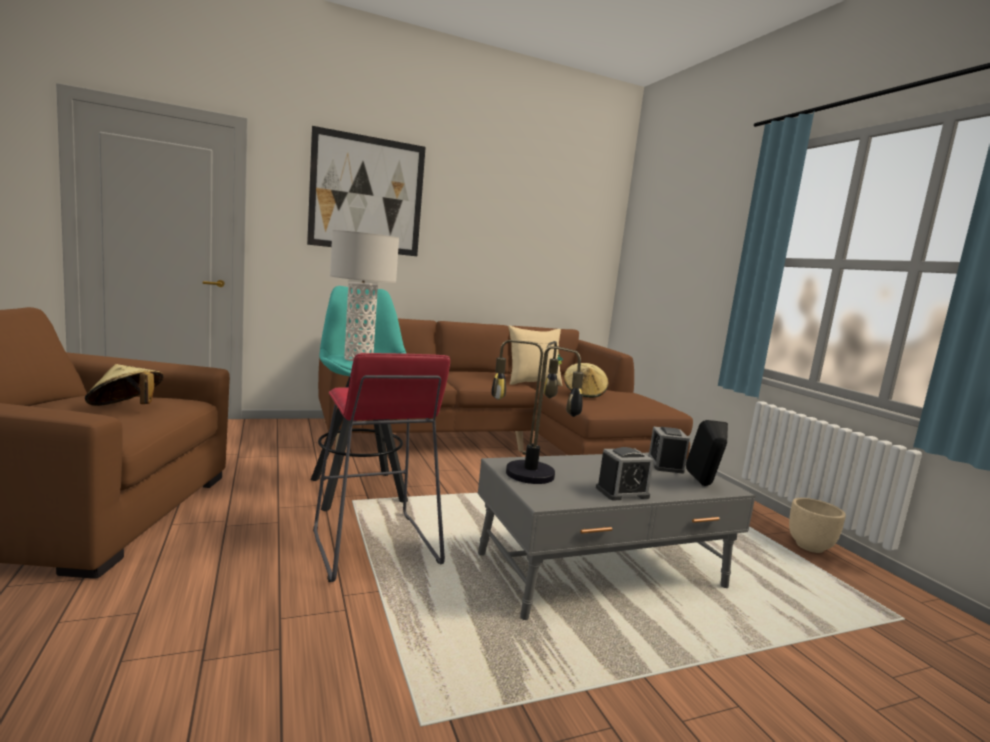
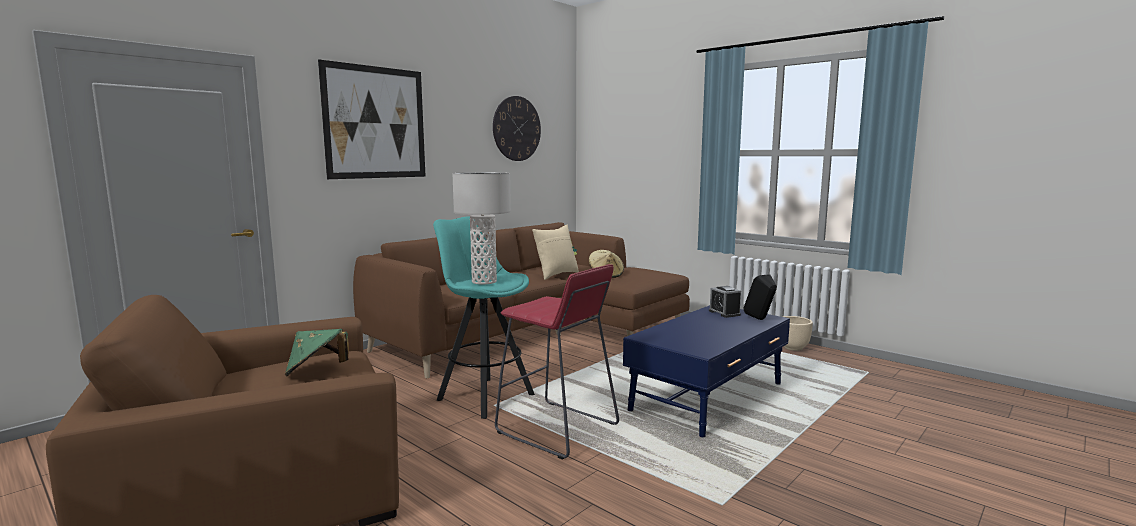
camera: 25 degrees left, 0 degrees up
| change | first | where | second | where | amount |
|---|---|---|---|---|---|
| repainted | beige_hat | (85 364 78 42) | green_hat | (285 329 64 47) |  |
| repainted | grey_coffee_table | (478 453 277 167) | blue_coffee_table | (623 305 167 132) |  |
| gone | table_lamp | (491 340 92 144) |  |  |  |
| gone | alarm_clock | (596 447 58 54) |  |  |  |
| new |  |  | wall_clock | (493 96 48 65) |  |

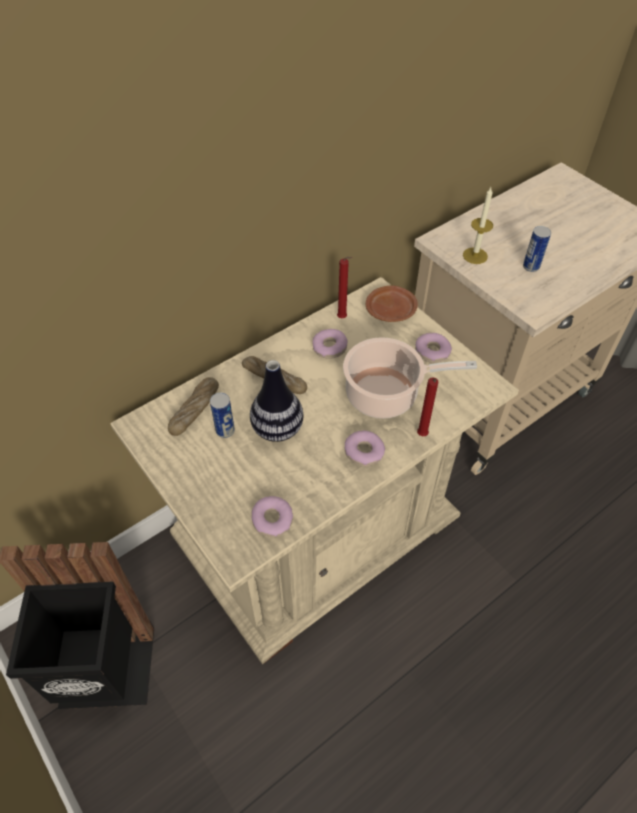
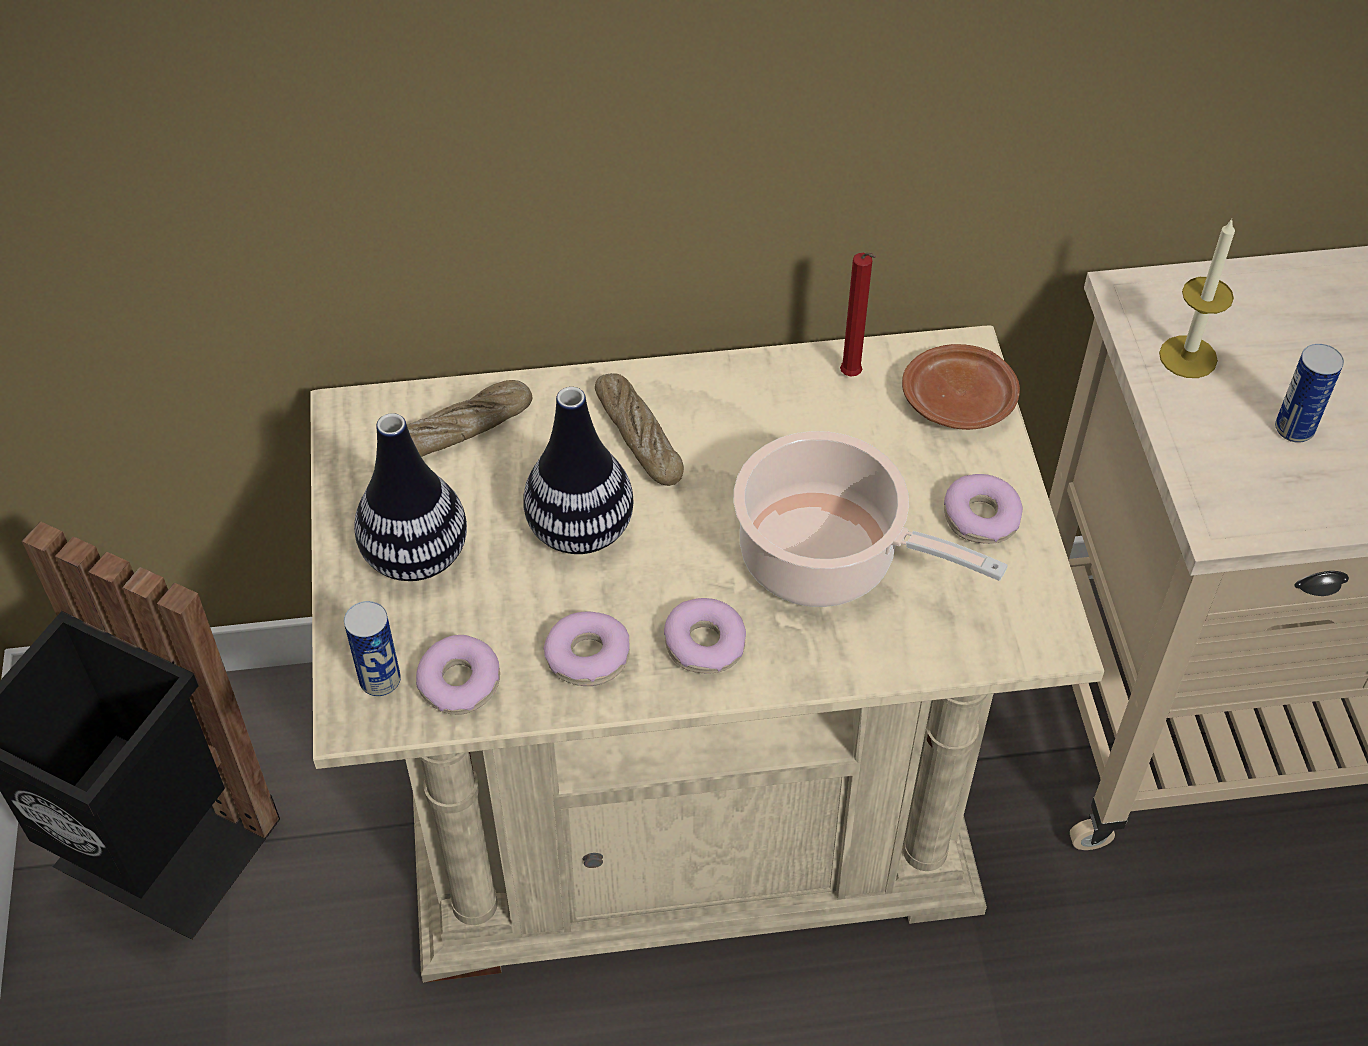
camera: 30 degrees right, 0 degrees up
| change | first | where | second | where | amount |
|---|---|---|---|---|---|
| shifted | can | (210 393 25 45) |  | (344 601 57 95) |  |
| shifted | donut | (313 329 35 30) |  | (543 612 87 74) |  |
| gone | red_candle | (417 378 21 58) |  |  |  |
| new |  |  | vase | (354 413 113 168) |  |

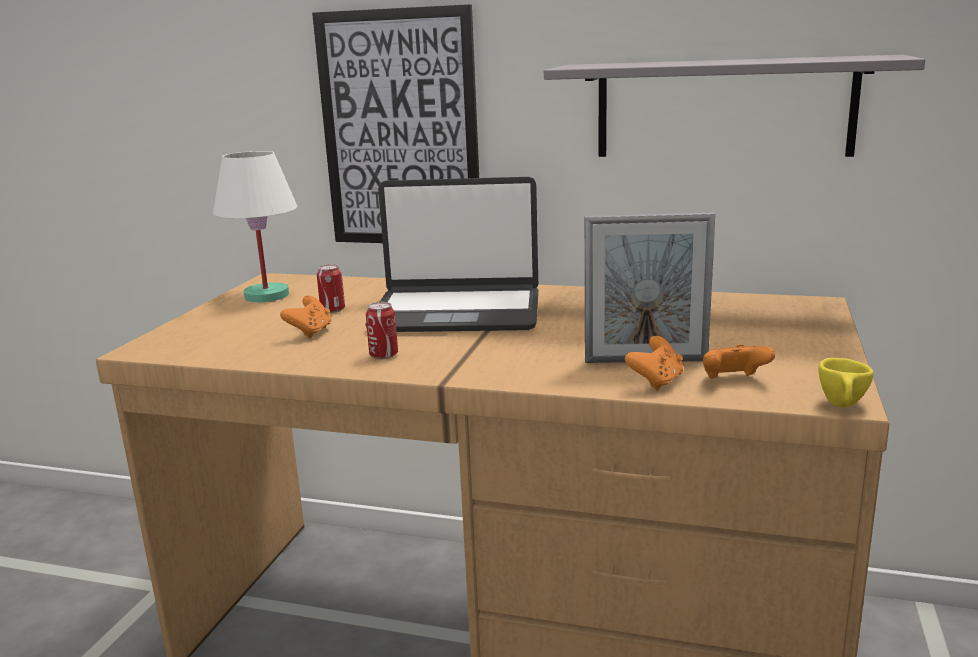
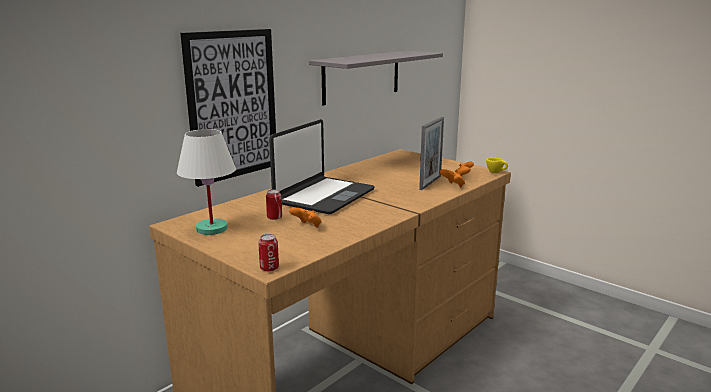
camera: 65 degrees left, 0 degrees up
| change | first | where | second | where | amount |
|---|---|---|---|---|---|
| shifted | can | (366 302 32 57) |  | (258 234 21 38) |  |

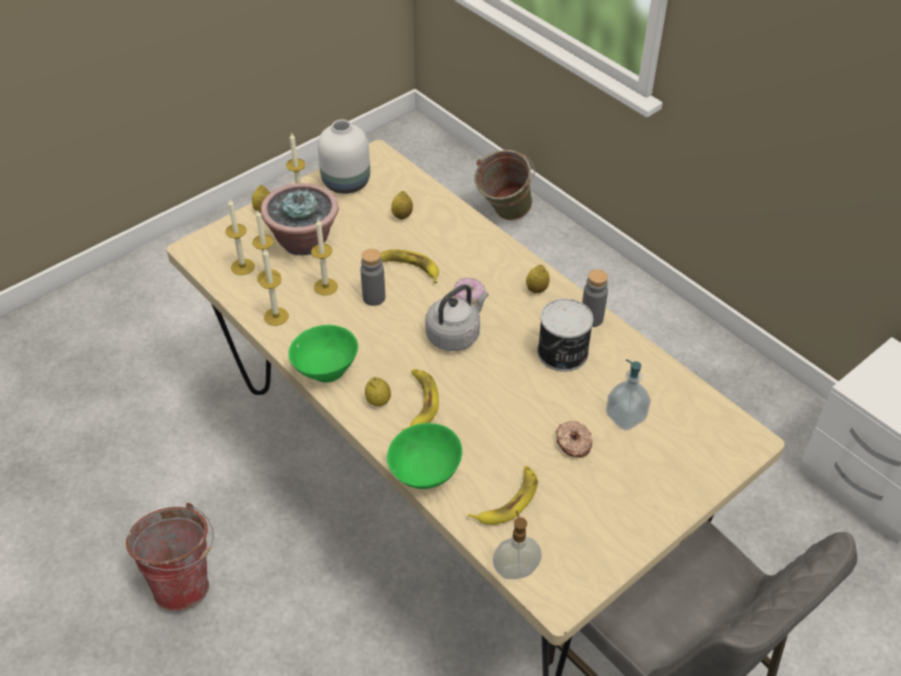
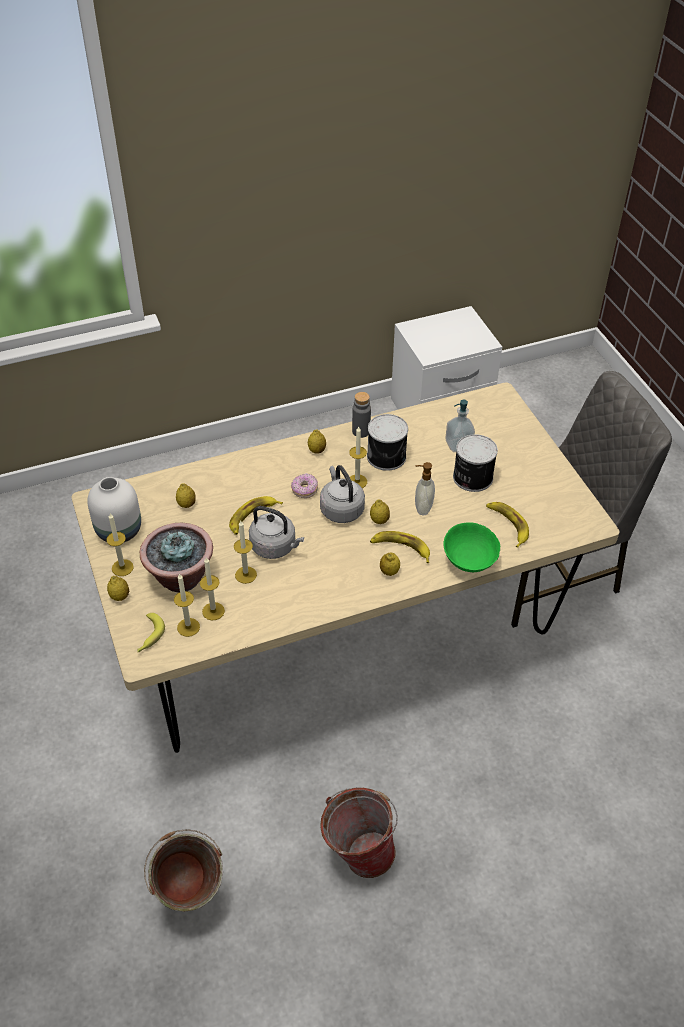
camera: 70 degrees left, 0 degrees up
| change | first | where | second | where | amount |
|---|---|---|---|---|---|
| shifted | candle | (259 249 30 77) |  | (349 427 18 61) |  |
| gone | green_bowl | (288 325 70 57) |  |  |  |
| swapped | grey_bottle | (360 249 25 57) | grey_kettle | (249 506 55 53) |  |
| shifted | green_bucket | (474 150 61 70) |  | (144 829 79 83) |  |
| shifted | soap_dispenser | (493 510 49 69) |  | (415 462 20 53) |  |
| swapped | donut | (556 421 36 37) | can | (453 434 45 58) |  |
| new |  |  | banana | (137 613 28 39) |  |
| new |  |  | lemon | (370 500 20 24) |  |

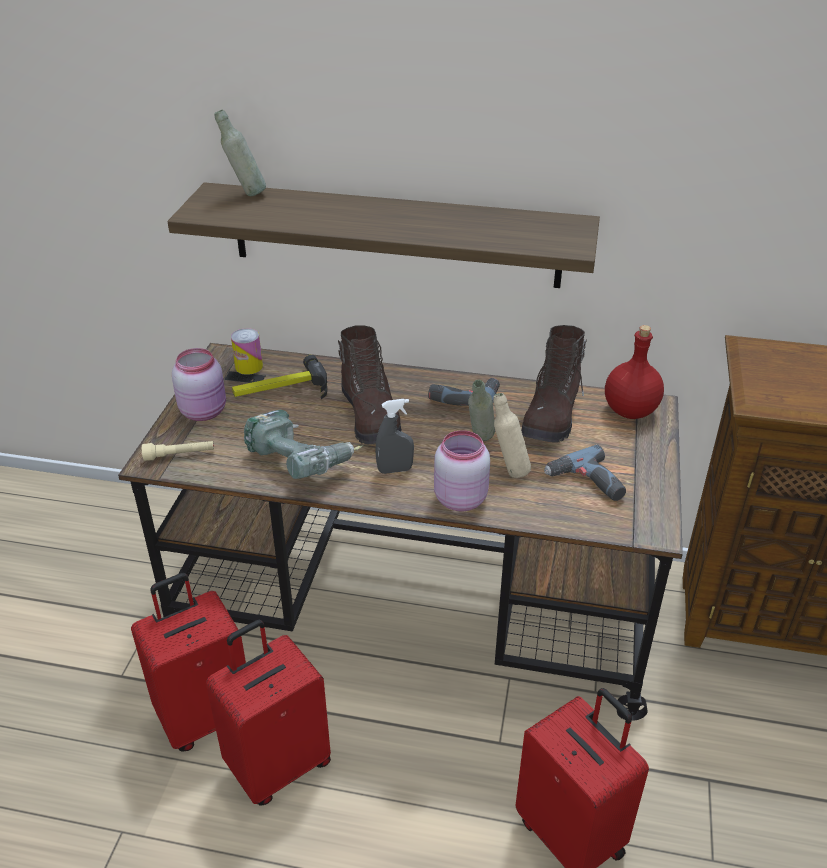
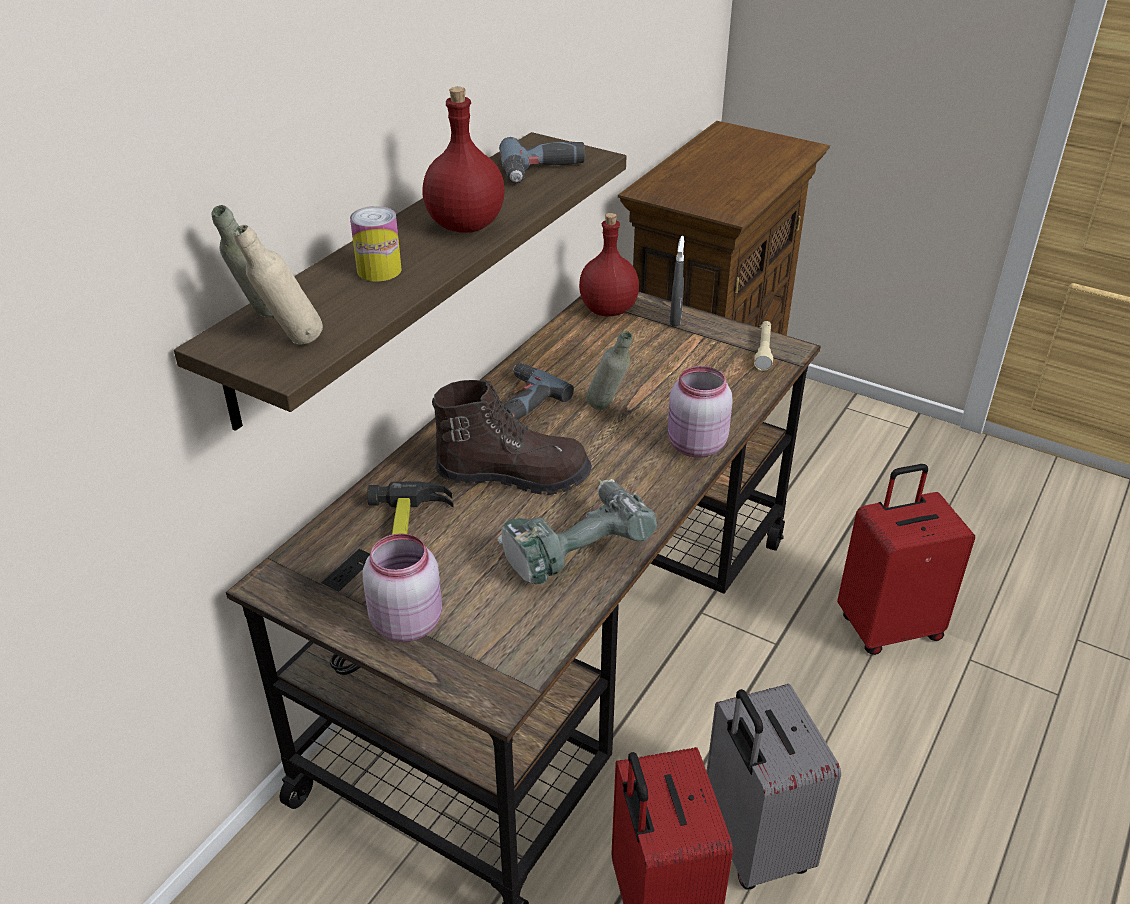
camera: 70 degrees left, 0 degrees up
| change | first | where | second | where | amount |
|---|---|---|---|---|---|
| shifted | beige_flashlight | (142 441 72 20) |  | (754 321 19 50) |  |
| repainted | red_suitcase | (206 620 125 186) | grey_suitcase | (707 684 134 206) |  |
| shifted | can | (231 328 32 47) |  | (350 206 52 76) |  |
| shifted | grey_spray_bottle | (375 399 39 75) |  | (670 236 14 90) |  |
| shifted | beige_bottle | (493 393 38 85) |  | (233 225 90 120) |  |
| gone | brown_boot | (521 325 66 118) |  |  |  |
| shifted | power_drill | (544 445 82 56) |  | (499 137 86 46) |  |
| new |  |  | red_bottle | (423 87 82 146) |  |

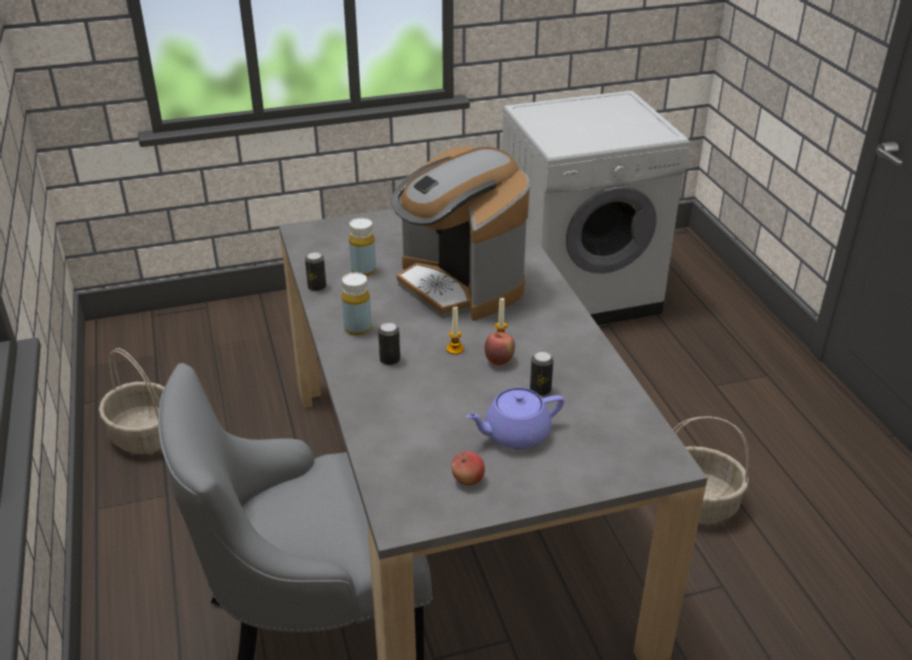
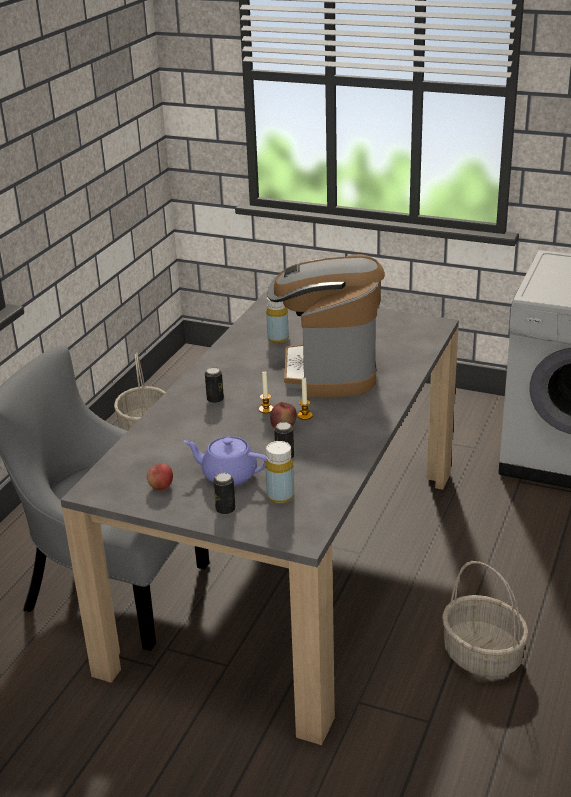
camera: 40 degrees right, 5 degrees down
| change | first | where | second | where | amount |
|---|---|---|---|---|---|
| shifted | can | (305 252 21 39) |  | (213 473 23 42) |  |
| shifted | yellow_bottle | (342 273 30 63) |  | (265 441 29 63) |  |

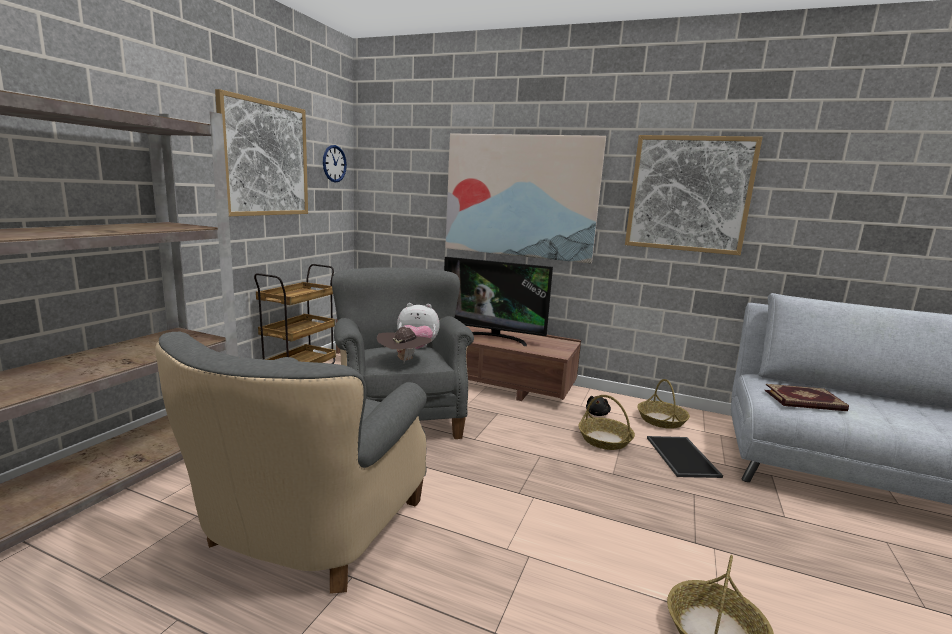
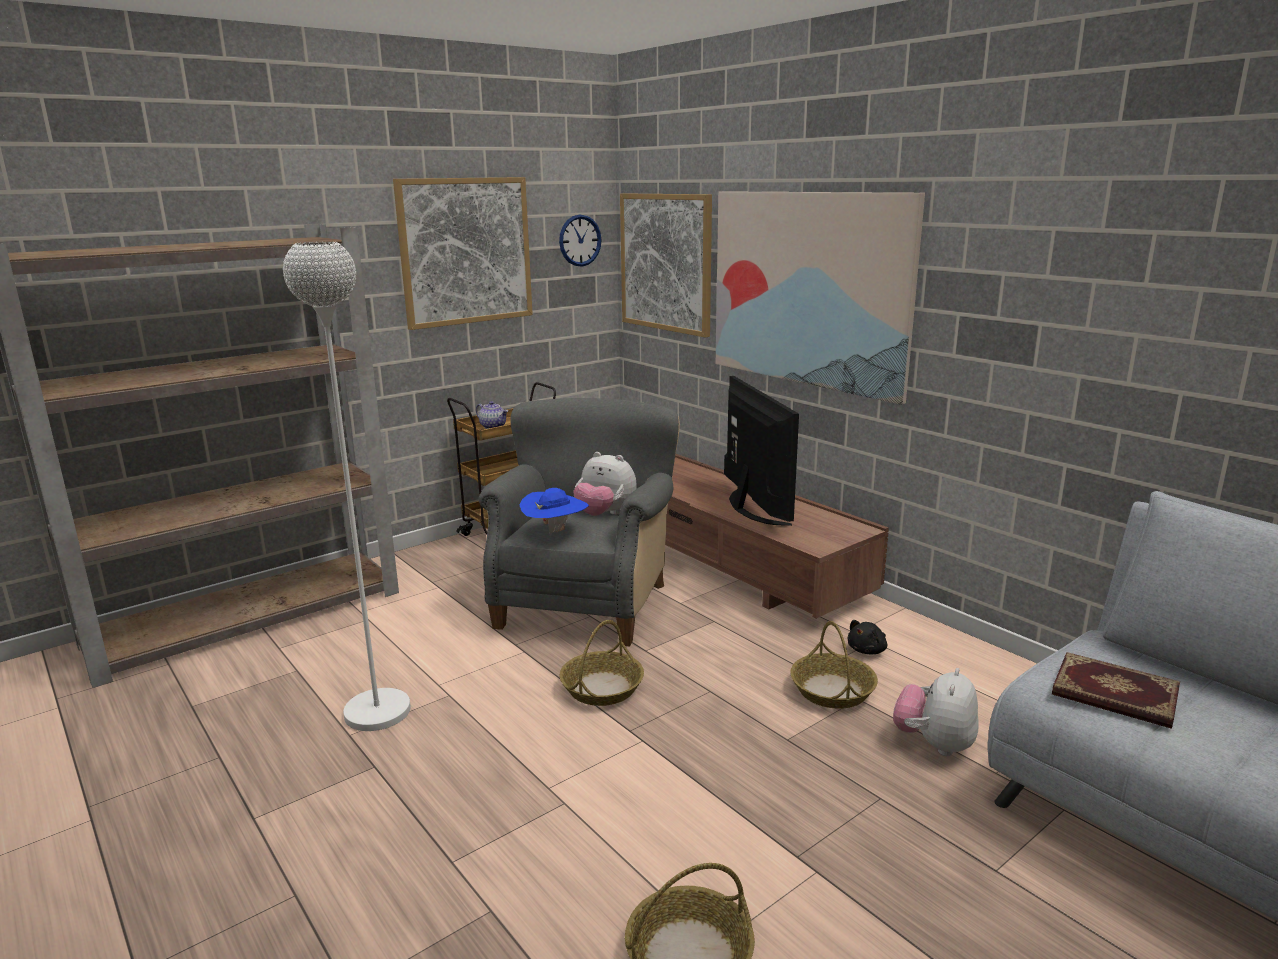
camera: 30 degrees right, 5 degrees up
| change | first | where | second | where | amount |
|---|---|---|---|---|---|
| swapped | grey_armchair | (155 332 272 262) | white_floor_lamp | (283 241 128 490) |  |
| repainted | brown_hat | (377 327 55 36) | blue_hat | (519 488 70 47) |  |
| rotated | television | (444 257 109 89) |  | (724 376 75 150) | 150 degrees counterclockwise |
| shifted | picture | (625 135 138 120) |  | (620 194 92 143) |  |
| shifted | basket | (637 379 53 50) |  | (560 620 84 86) |  |
| swapped | tray | (647 436 76 42) | plush_toy | (893 668 86 88) |  |
| new |  |  | teapot | (476 401 32 28) |  |

